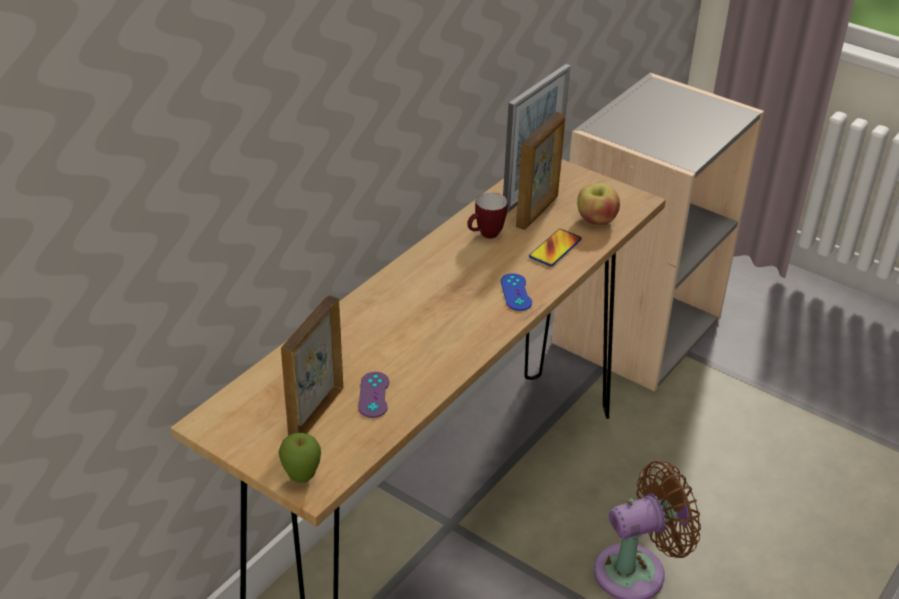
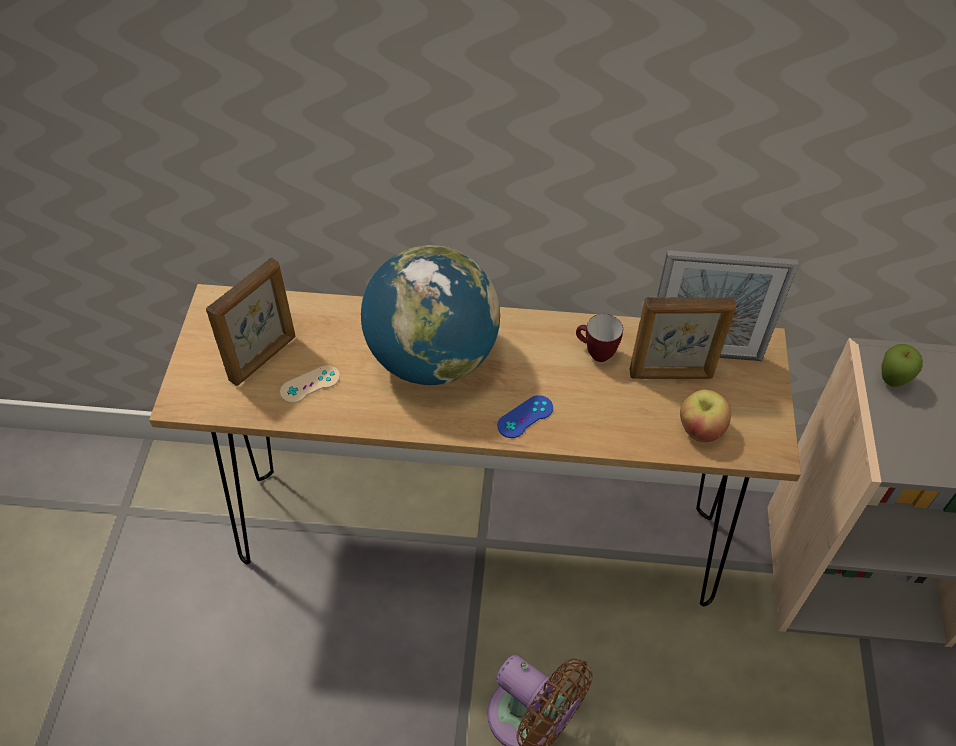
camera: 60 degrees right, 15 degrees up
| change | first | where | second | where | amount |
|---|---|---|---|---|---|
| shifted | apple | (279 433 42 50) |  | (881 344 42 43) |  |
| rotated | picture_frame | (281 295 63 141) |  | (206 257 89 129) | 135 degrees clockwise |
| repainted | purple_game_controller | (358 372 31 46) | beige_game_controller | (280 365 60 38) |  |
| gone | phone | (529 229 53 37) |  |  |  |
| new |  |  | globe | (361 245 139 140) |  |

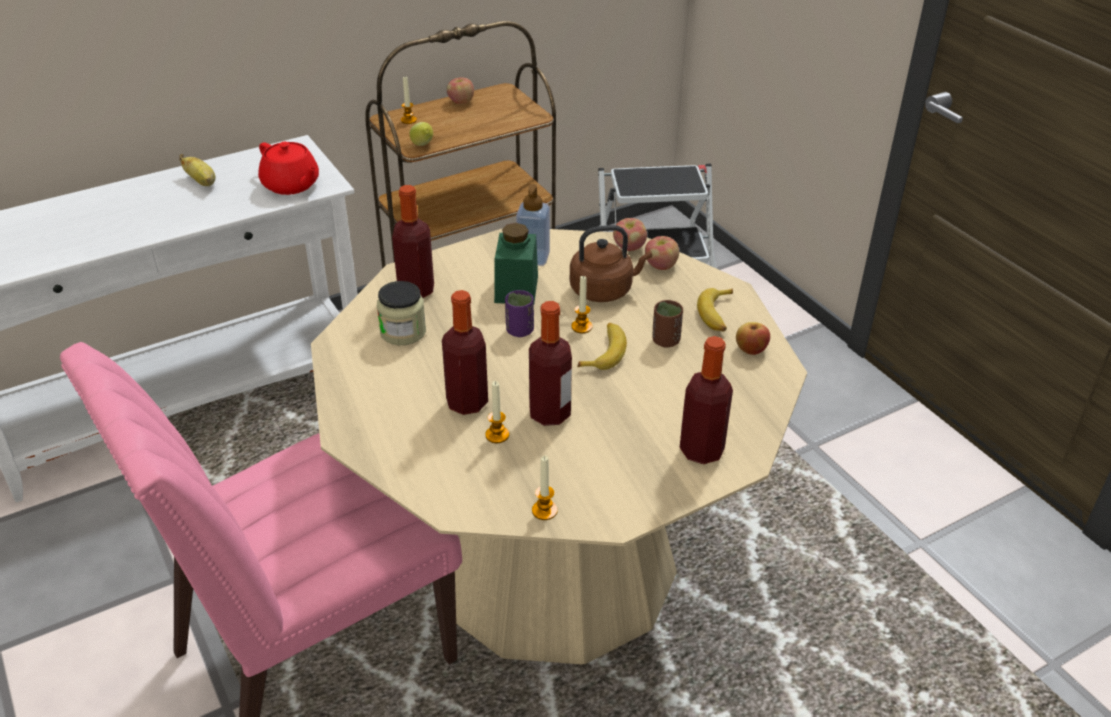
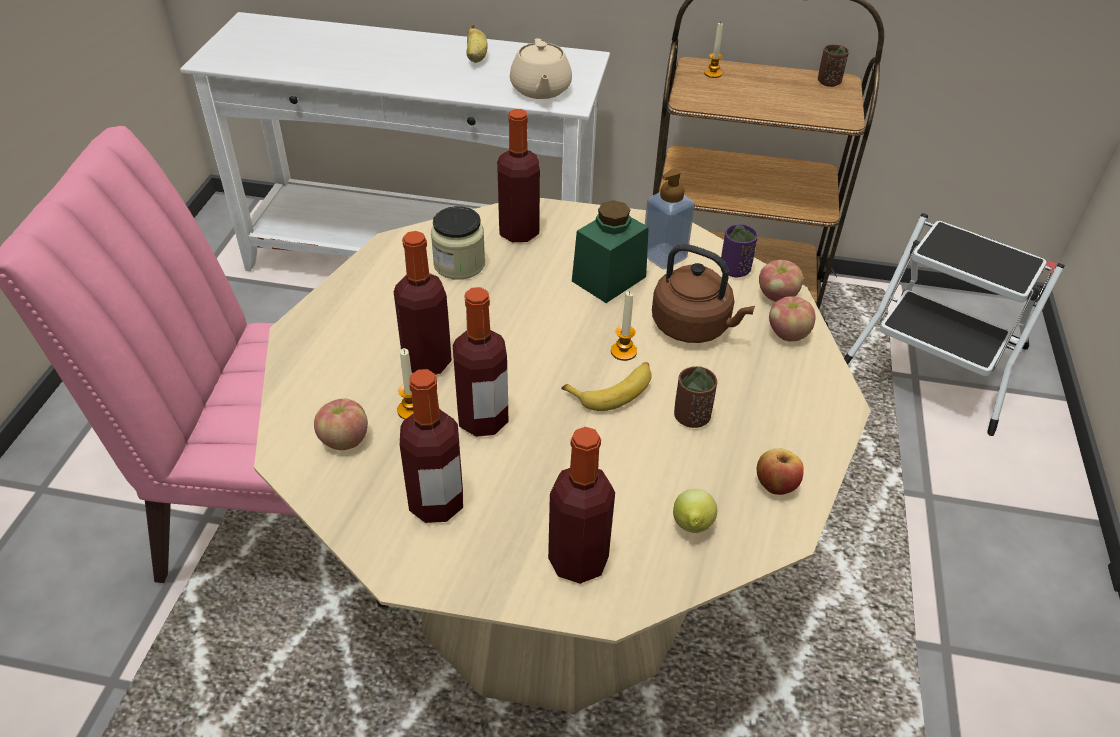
camera: 40 degrees right, 5 degrees up
| change | first | where | second | where | amount |
|---|---|---|---|---|---|
| repainted | red_teapot | (258 142 61 53) | beige_teapot | (510 38 62 61) |  |
| shifted | lemon | (410 122 23 24) |  | (673 489 44 44) |  |
| shifted | apple | (447 77 27 27) |  | (314 399 54 51) |  |
| shifted | purple_cup | (505 290 29 47) |  | (721 224 37 53) |  |
| gone | candle | (532 456 26 64) |  |  |  |
| gone | banana | (697 288 36 43) |  |  |  |
| new |  |  | bottle | (400 369 63 154) |  |
| new |  |  | brown_cup | (818 45 31 42) |  |

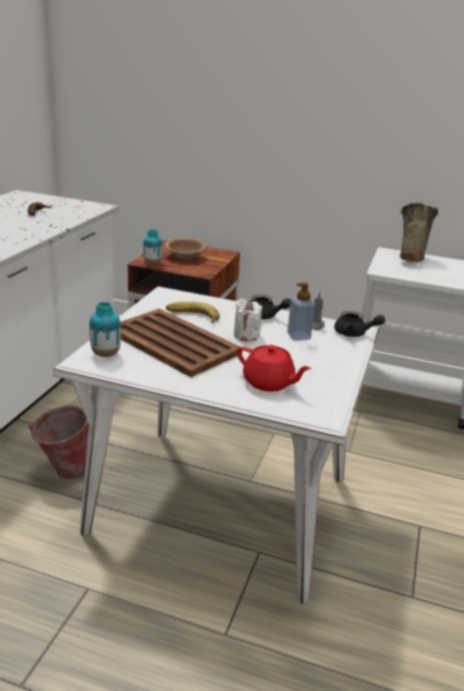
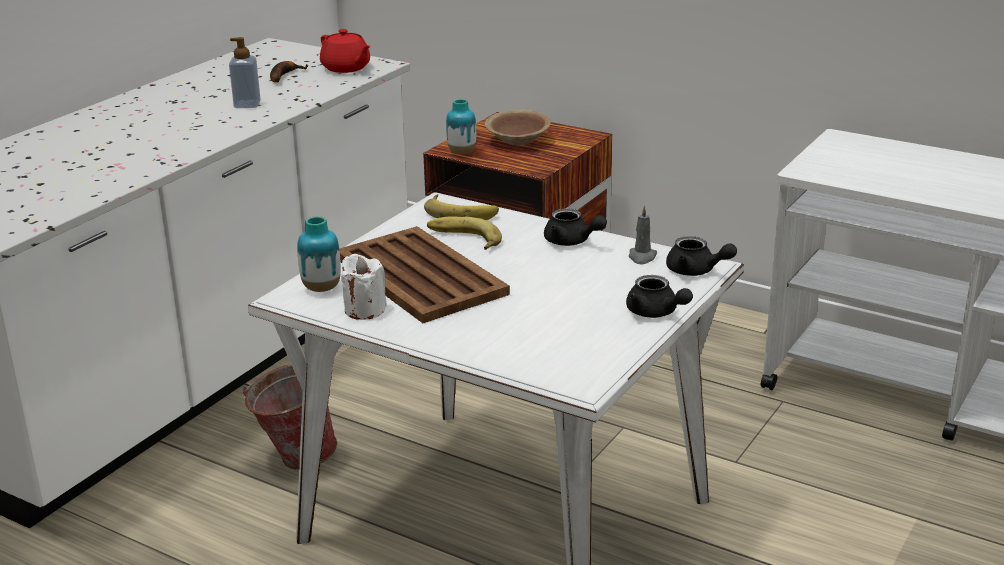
camera: 15 degrees right, 0 degrees up
| change | first | where | second | where | amount |
|---|---|---|---|---|---|
| shifted | white_candle | (234 299 28 42) |  | (341 254 46 66) |  |
| shifted | red_teapot | (237 345 74 47) |  | (320 29 51 44) |  |
| shifted | soap_dispenser | (287 282 28 59) |  | (229 37 32 71) |  |
| gone | beige_vase | (400 202 38 60) |  |  |  |
| new |  |  | banana | (424 194 75 26) |  |
| new |  |  | black_teapot | (626 275 67 43) |  |

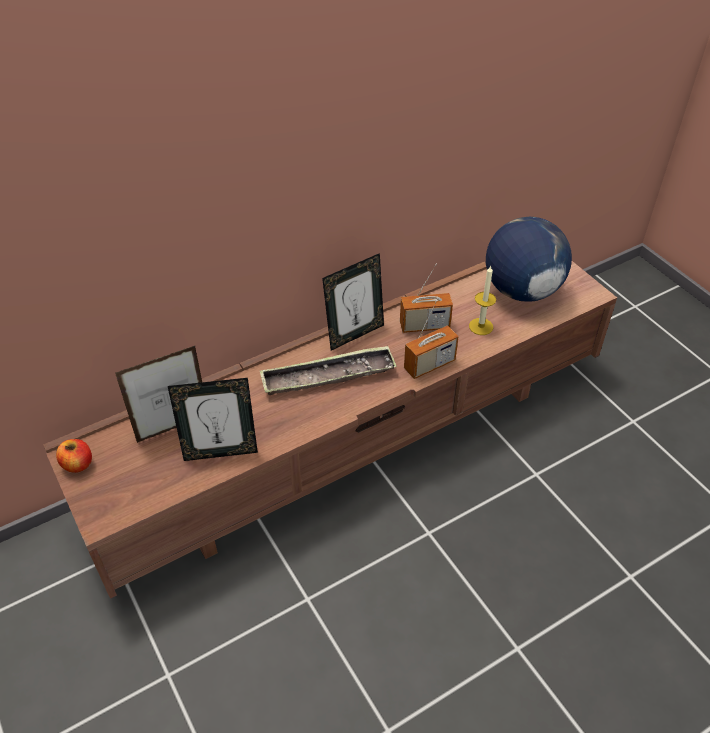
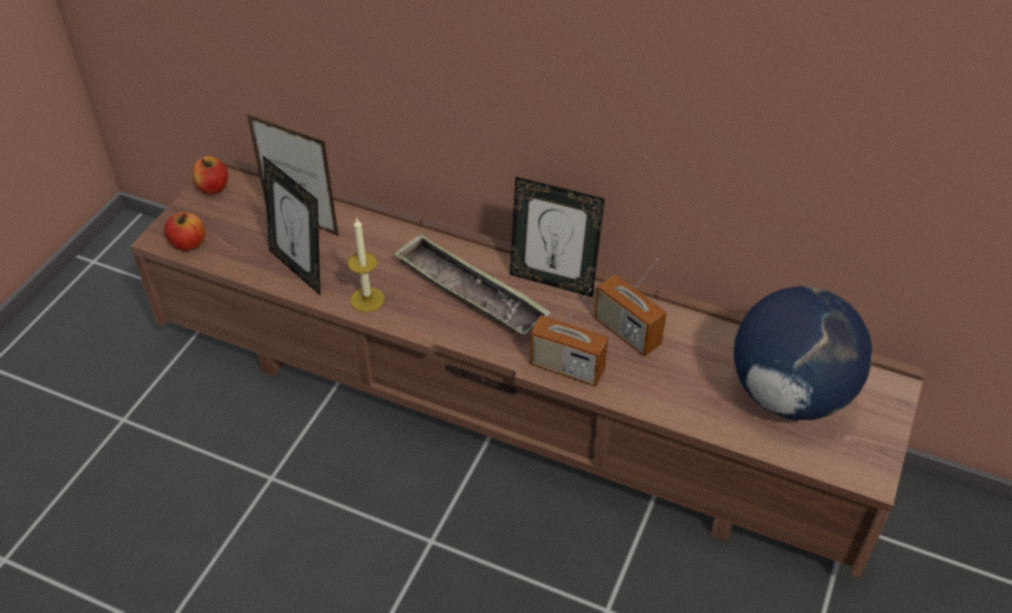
camera: 55 degrees right, 0 degrees up
| change | first | where | second | where | amount |
|---|---|---|---|---|---|
| shifted | candle | (469 266 27 69) |  | (348 219 37 93) |  |
| new |  |  | apple | (164 212 41 39) |  |

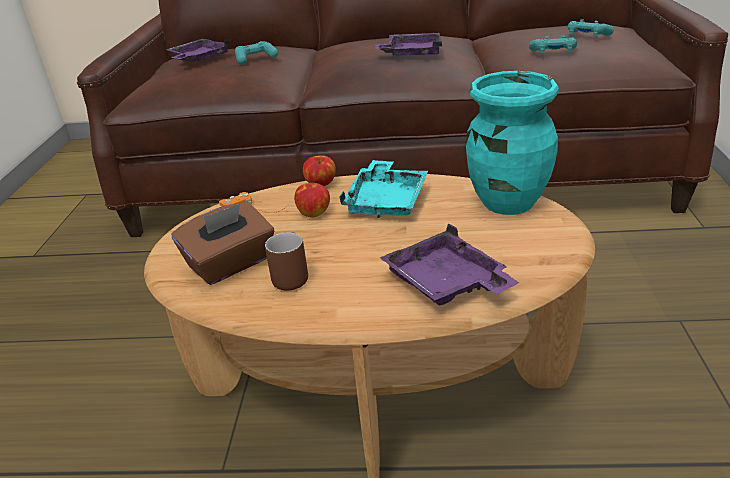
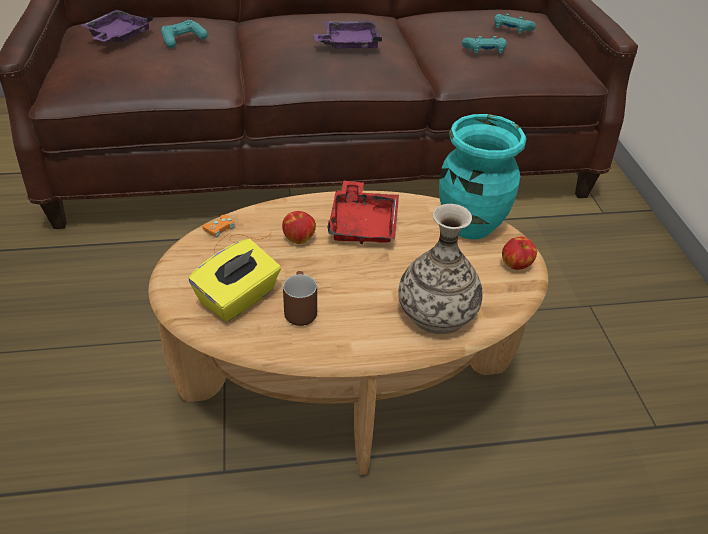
camera: 15 degrees left, 10 degrees up
| change | first | where | second | where | amount |
|---|---|---|---|---|---|
| repainted | brown_tissue_box | (171 202 103 83) | yellow_tissue_box | (188 239 93 83) |  |
| shifted | apple | (303 155 33 31) |  | (502 236 35 34) |  |
| repainted | turquoise_tray | (339 160 89 58) | red_tray | (327 181 72 63) |  |
| swapped | purple_tray | (380 223 140 83) | vase | (398 204 85 130) |  |

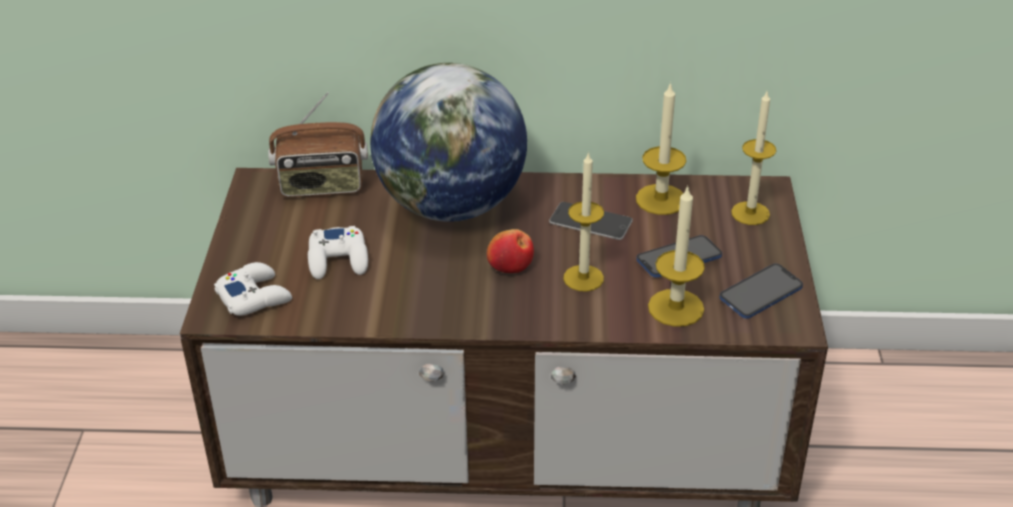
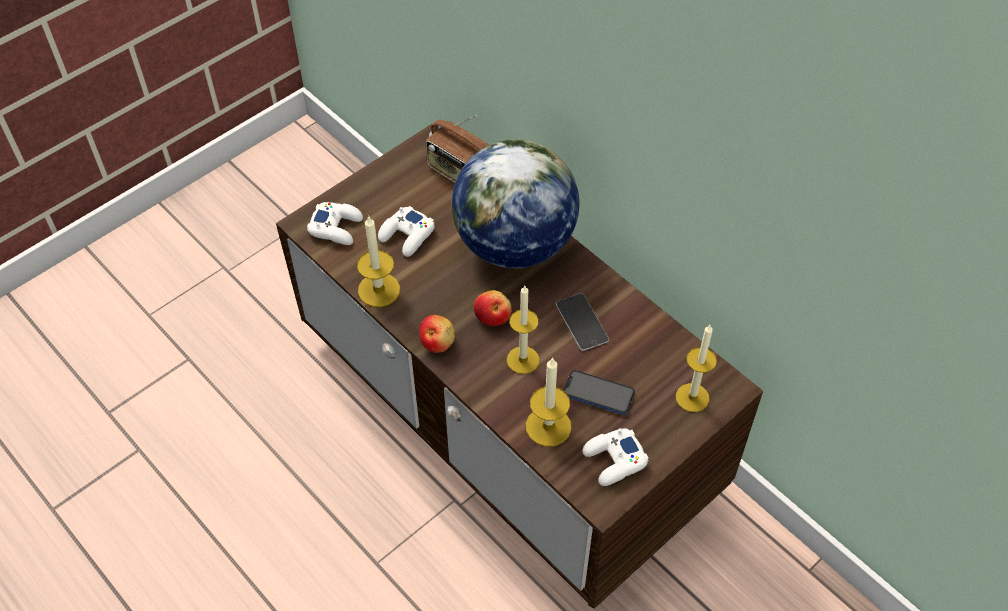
camera: 45 degrees right, 15 degrees up
| change | first | where | second | where | amount |
|---|---|---|---|---|---|
| shifted | candle | (636 82 50 133) |  | (357 215 43 92) |  |
| swapped | phone | (720 264 83 55) | white_game_controller | (582 428 67 58) |  |
| new |  |  | apple | (419 315 36 38) |  |

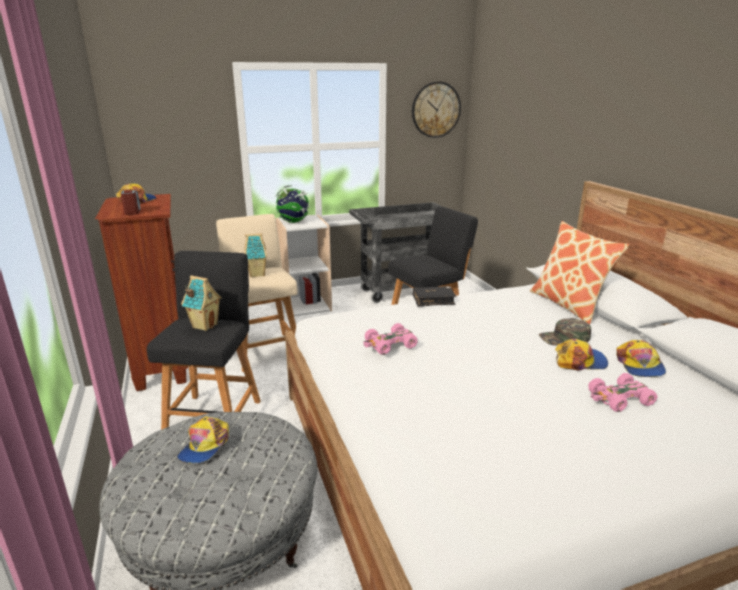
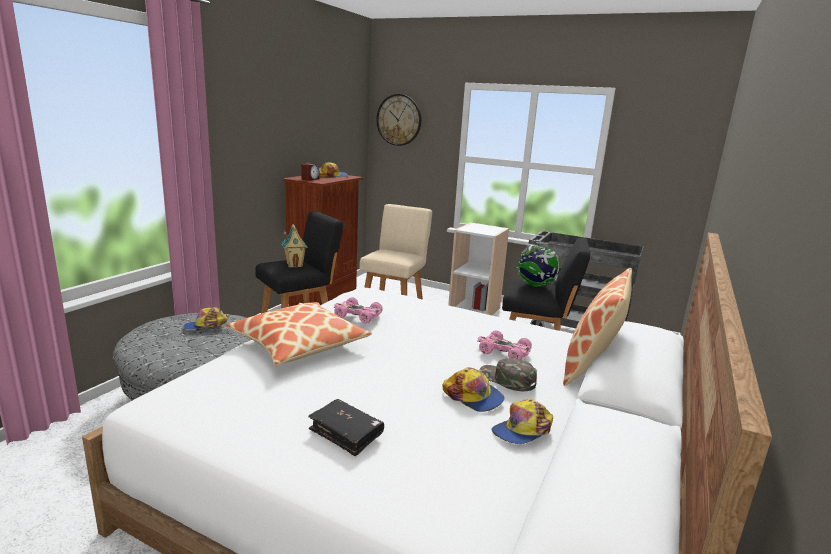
camera: 45 degrees right, 5 degrees down
| change | first | where | second | where | amount |
|---|---|---|---|---|---|
| gone | toy_house | (245 233 22 44) |  |  |  |
| shifted | globe | (276 185 34 38) |  | (517 242 42 45) |  |
| shifted | wall_clock | (412 82 49 56) |  | (376 94 45 52) |  |
| shifted | black_book | (412 286 44 21) |  | (309 399 75 57) |  |
| shifted | pink_toy_car | (588 373 70 39) |  | (477 331 55 29) |  |
| new |  |  | pillow | (226 302 146 63) |  |

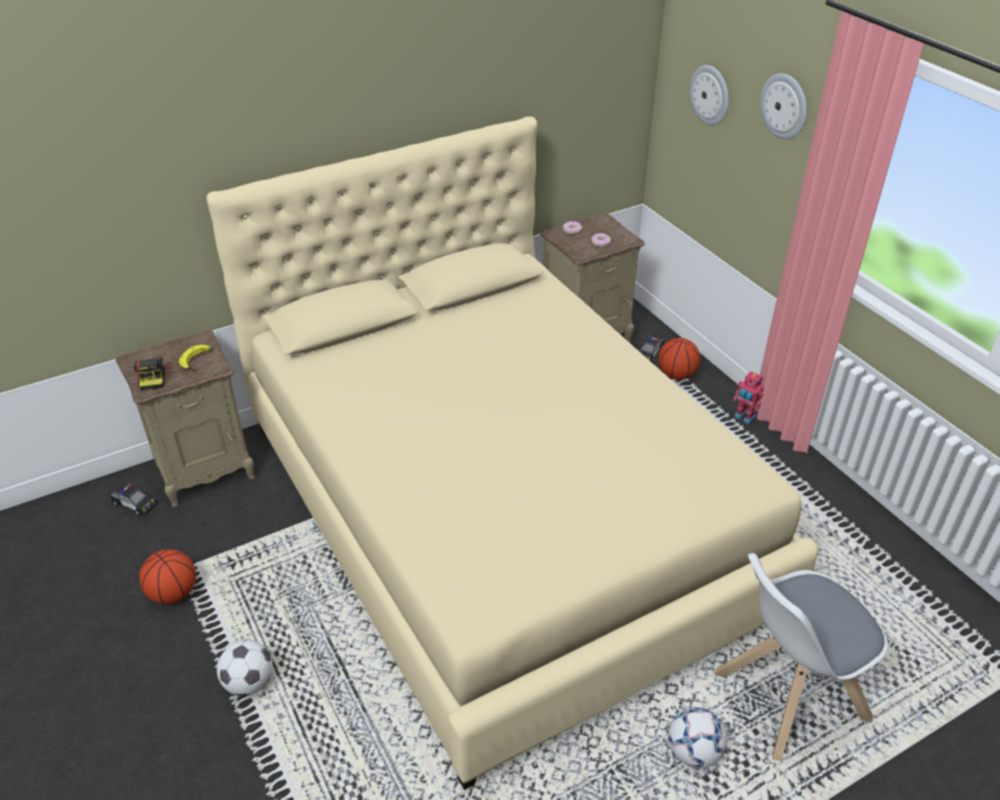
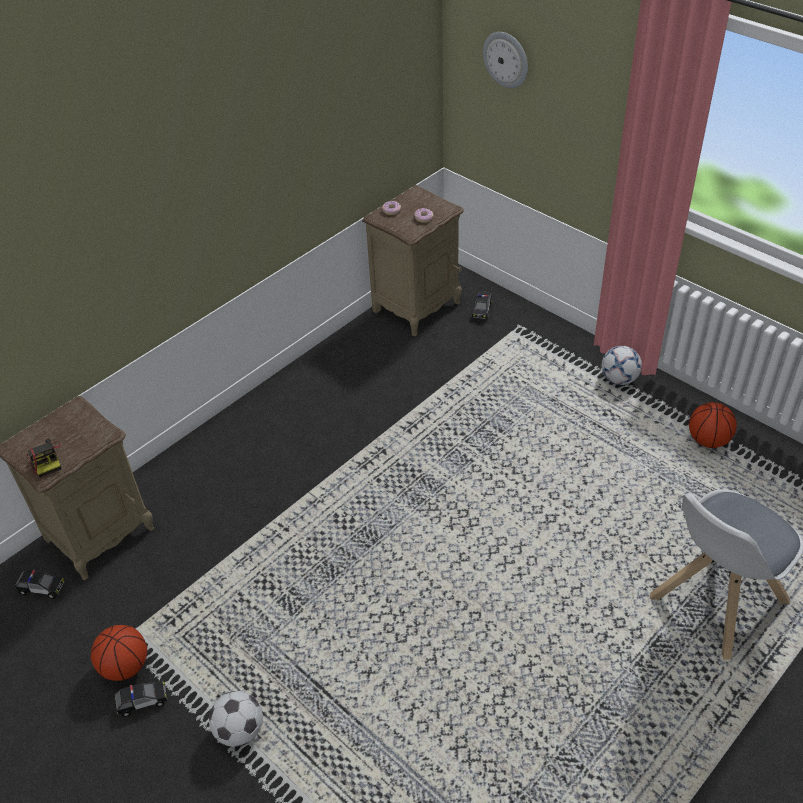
camera: 15 degrees left, 5 degrees up
| change | first | where | second | where | amount |
|---|---|---|---|---|---|
| gone | banana | (179 345 33 25) |  |  |  |
| gone | beige_bed | (206 116 613 674) |  |  |  |
| shifted | basketball | (658 338 42 42) |  | (689 402 48 46) |  |
| shifted | football | (668 707 59 61) |  | (602 346 40 39) |  |
| gone | toy_robot | (733 371 31 53) |  |  |  |
| gone | wall_clock | (760 73 47 67) |  |  |  |
| new |  |  | toy_car | (115 680 52 37) |  |

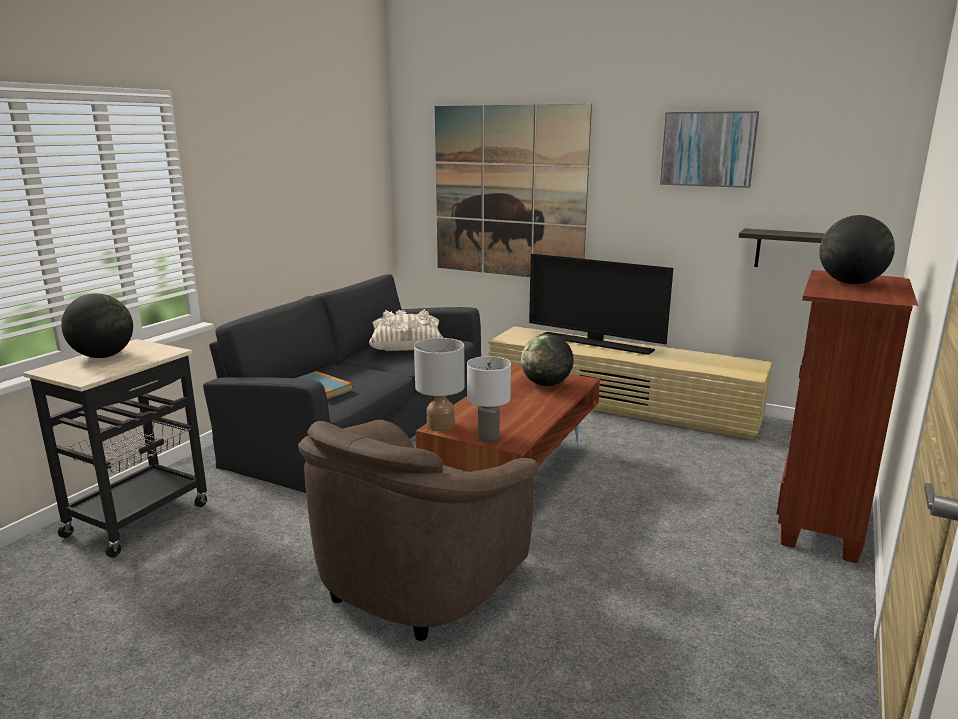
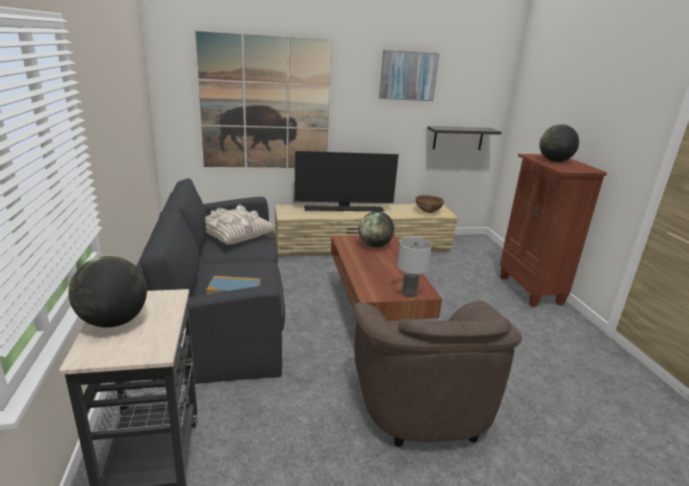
camera: 40 degrees left, 5 degrees up
| change | first | where | second | where | amount |
|---|---|---|---|---|---|
| gone | grey_table_lamp | (414 338 51 93) |  |  |  |
| new |  |  | brown_bowl | (415 195 29 18) |  |

